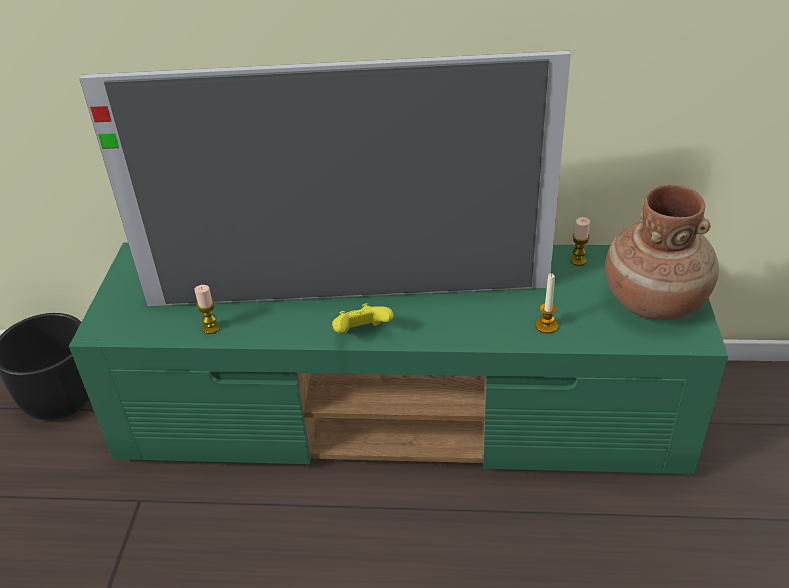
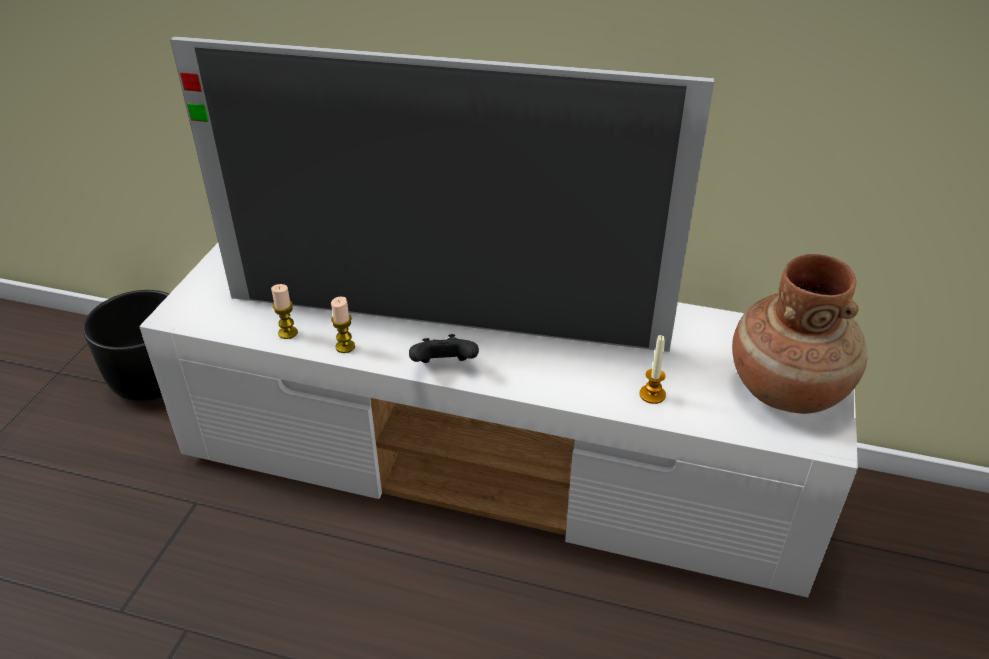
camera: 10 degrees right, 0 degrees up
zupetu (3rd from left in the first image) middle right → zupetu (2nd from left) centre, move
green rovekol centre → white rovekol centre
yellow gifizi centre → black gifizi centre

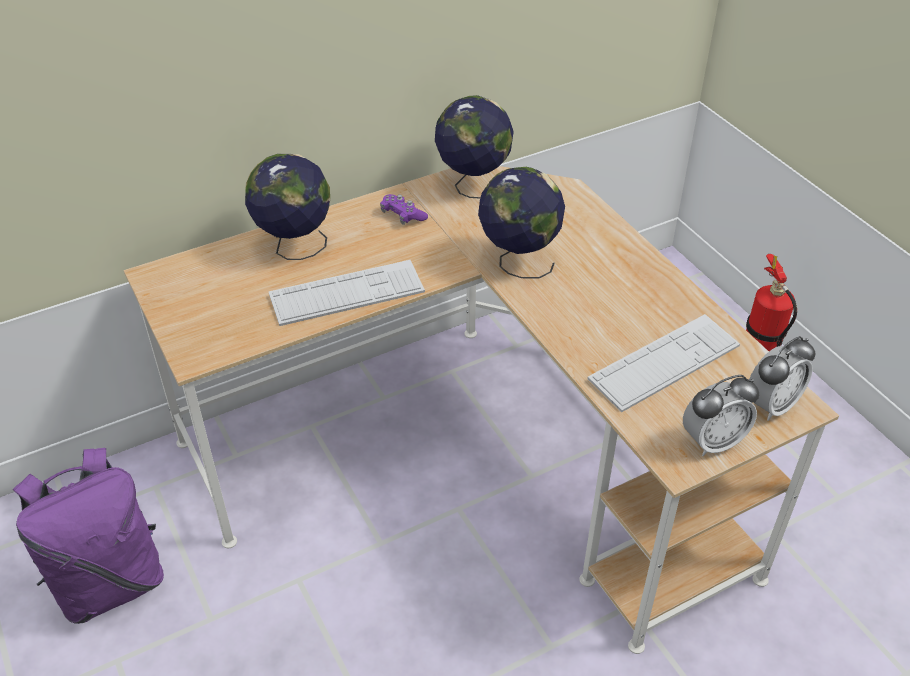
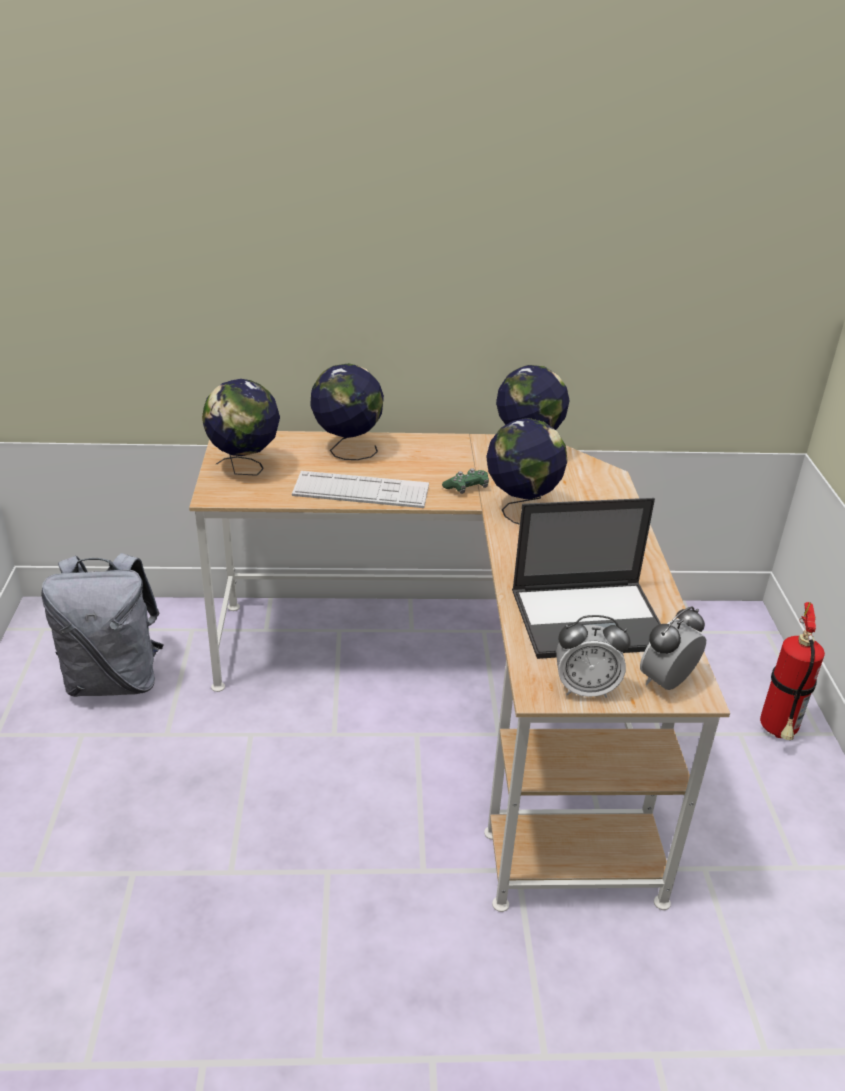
camera: 25 degrees right, 10 degrees down
purple gifizi top centre → -
- → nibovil (1st from left) middle left
- → green gifizi centre
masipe (2nd from left) middle right → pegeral middle right
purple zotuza bottom left → grey zotuza middle left
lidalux (2nd from left) middle right, 150 degrees clockwise

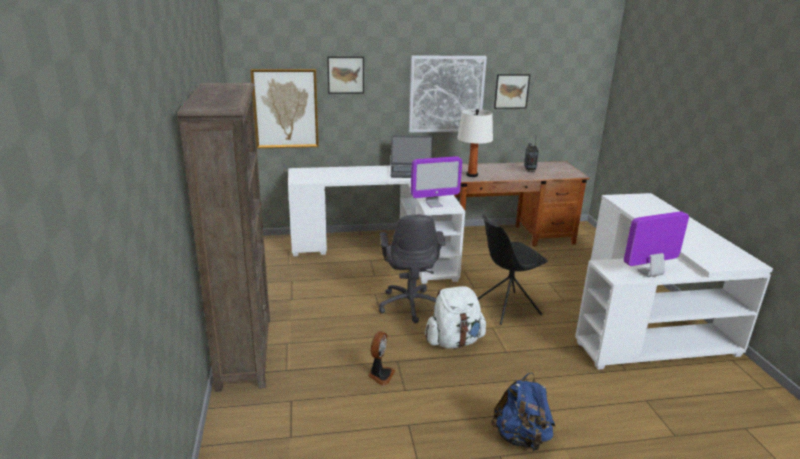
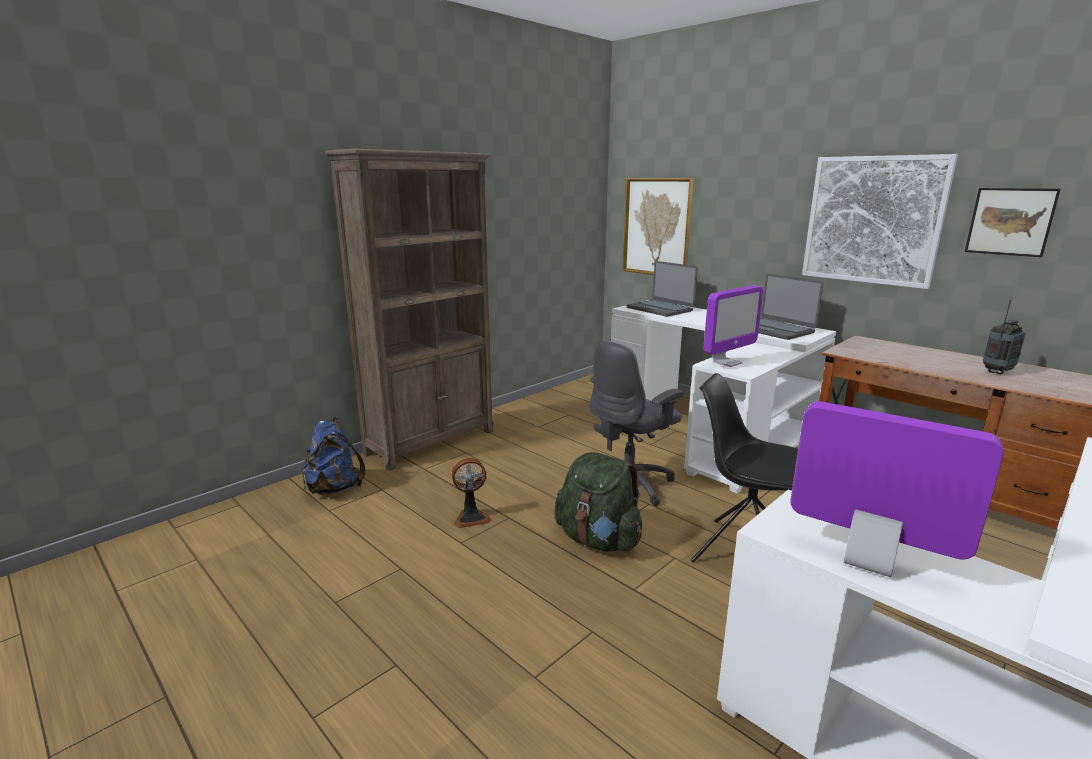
camera: 55 degrees right, 5 degrees down
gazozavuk (2nd from left) top centre → -
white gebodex top centre → -
- → pegeral (1st from left) centre
blue zotuza bottom centre → blue zotuza middle left, move
white zotuza bottom centre → green zotuza centre
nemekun (1st from left) centre → nemekun (1st from left) middle right, 75 degrees counterclockwise

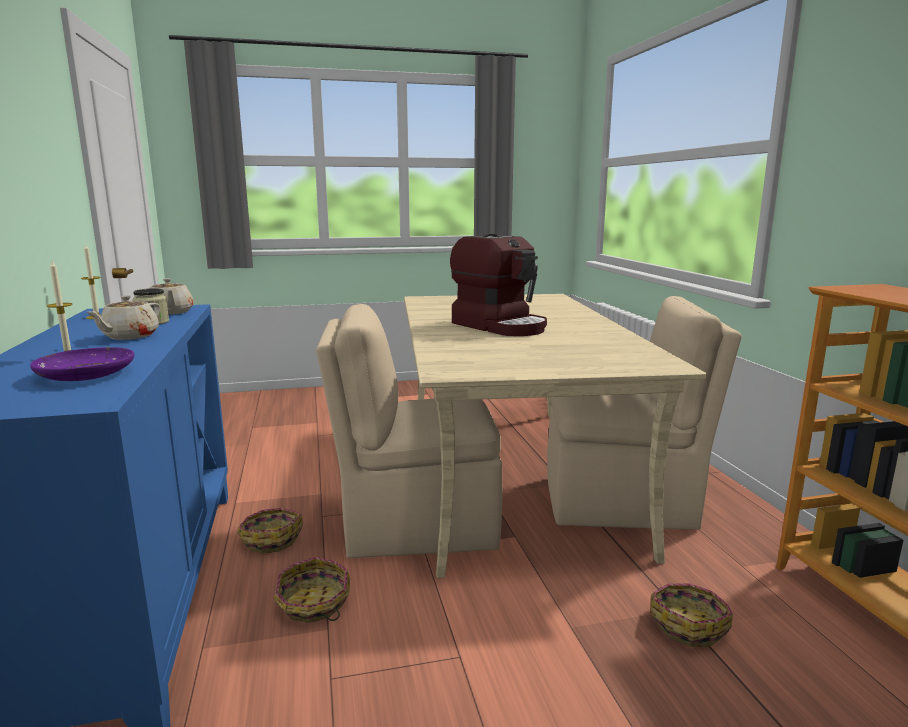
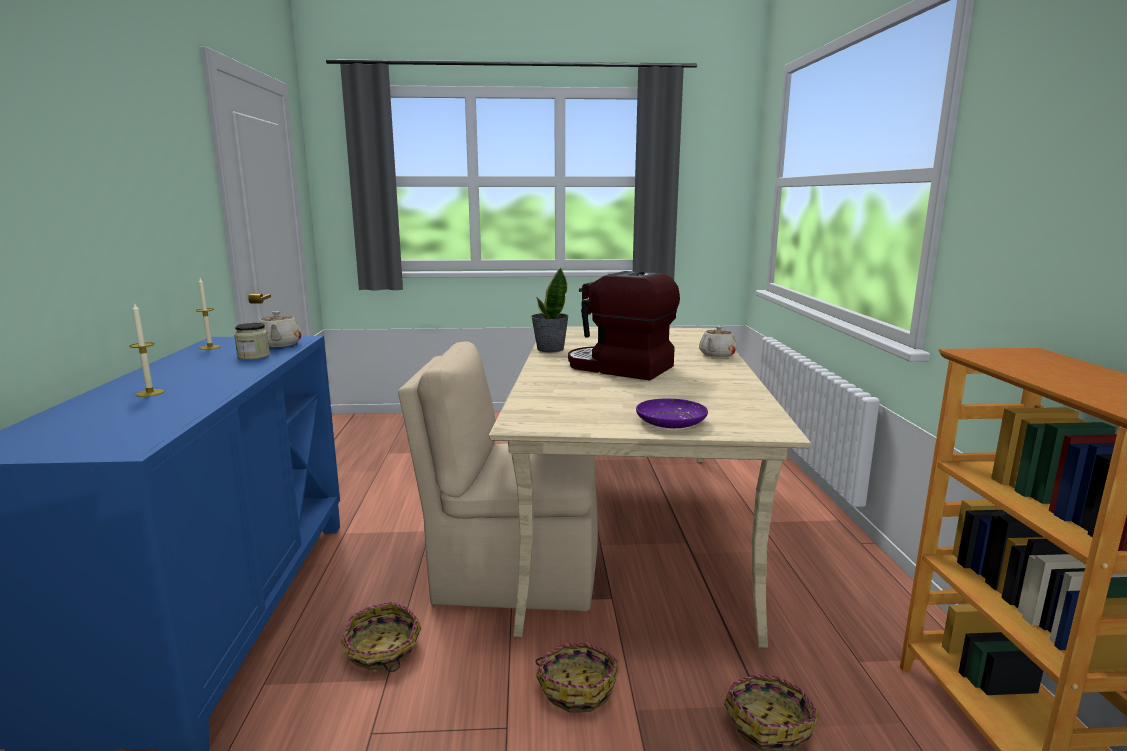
camera: 10 degrees right, 0 degrees up
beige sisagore (2nd from left) middle right → -
- → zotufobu centre
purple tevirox middle left → purple tevirox centre, move
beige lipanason (1st from left in the first image) middle left → beige lipanason (2nd from left) centre, move
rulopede (1st from left in the first image) bottom left → rulopede (2nd from left) bottom centre, move
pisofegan centre, 150 degrees clockwise

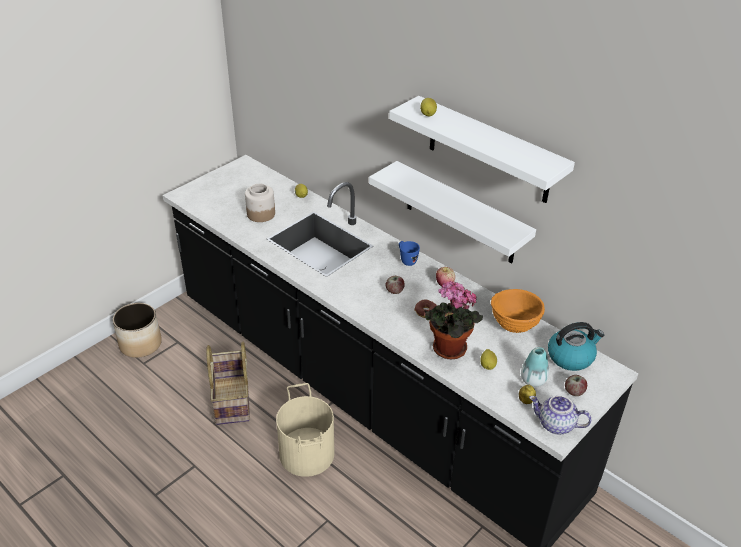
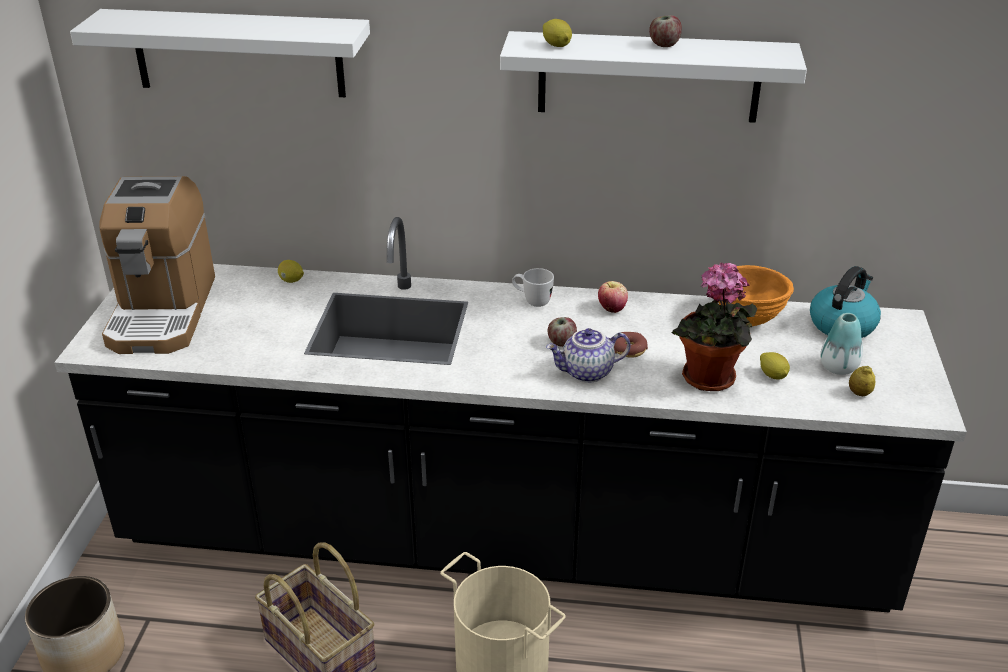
camera: 35 degrees left, 5 degrees down
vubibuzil centre → -
- → pisofegan middle left
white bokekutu (1st from left) centre → white bokekutu (1st from left) top left, move
lipanason bottom right → lipanason centre, move
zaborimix (3rd from left) bottom right → zaborimix (3rd from left) top centre, move
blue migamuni centre → white migamuni centre

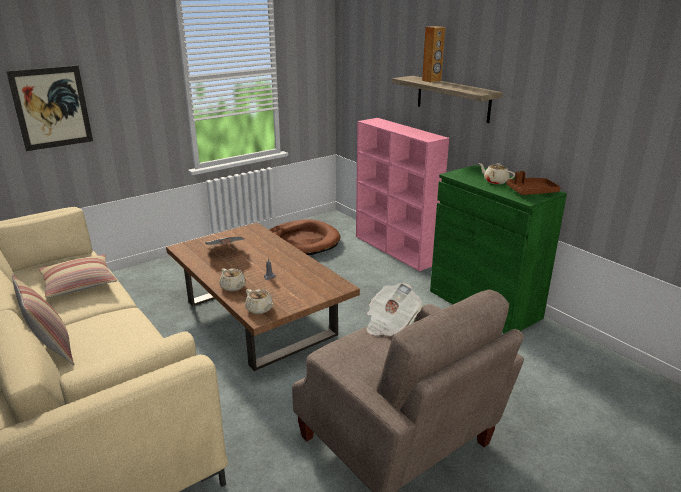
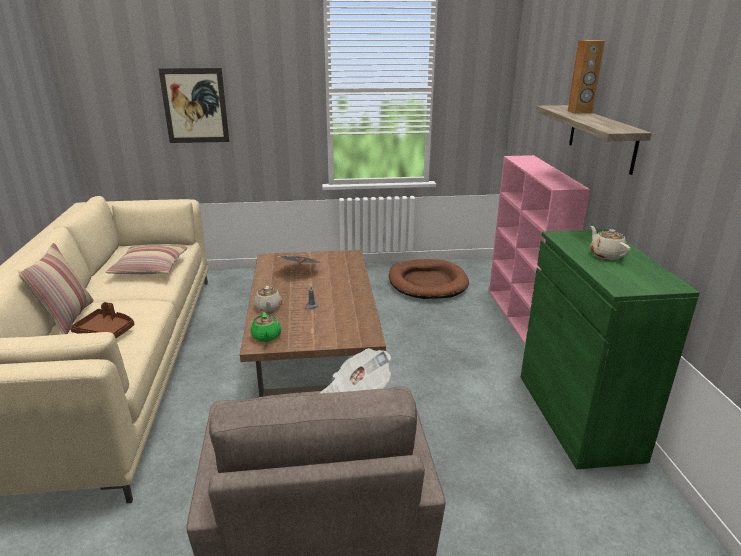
camera: 30 degrees right, 0 degrees up
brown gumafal middle right → brown gumafal middle left, move
beige lipanason (2nd from left) centre → green lipanason centre

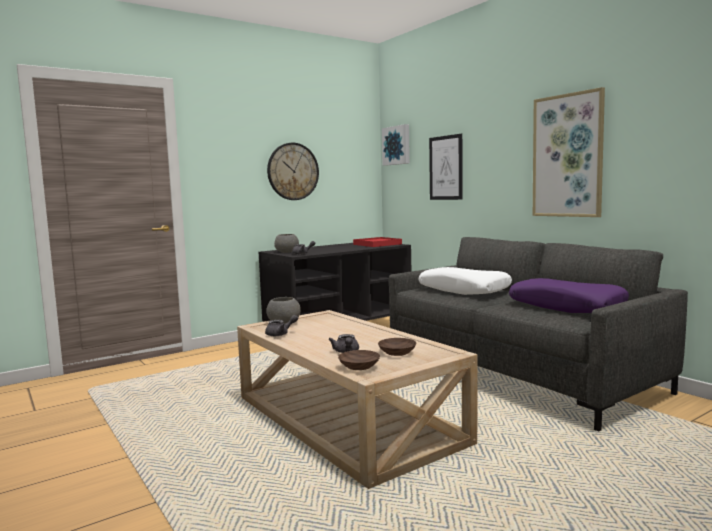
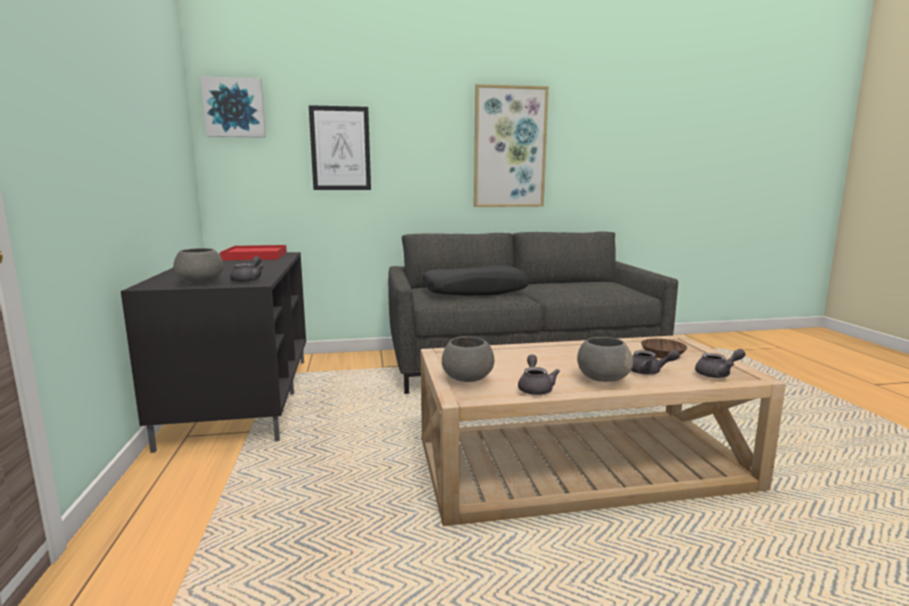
camera: 65 degrees left, 5 degrees up
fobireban top centre → -
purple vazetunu middle right → -
- → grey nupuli (3rd from left) centre
brown nupuli (1st from left) bottom centre → grey lipanason (4th from left) middle right
white vazetunu centre → black vazetunu centre

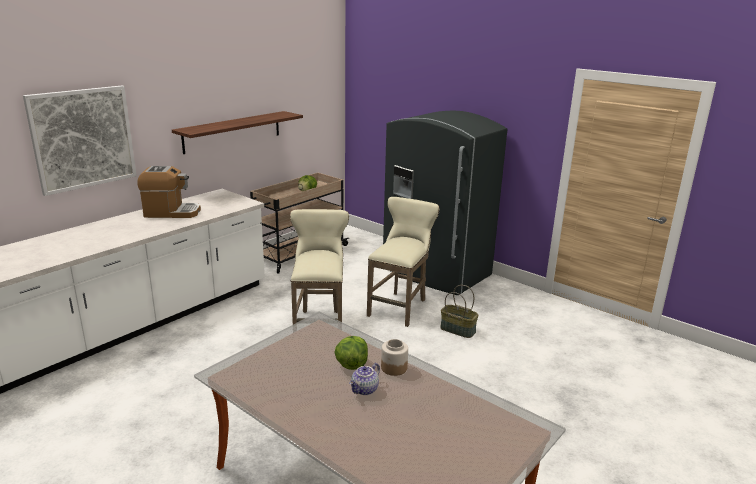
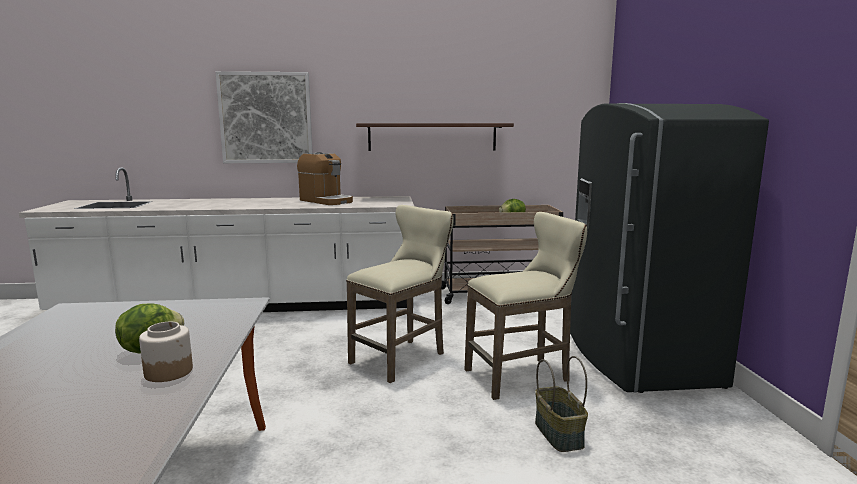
camera: 45 degrees right, 10 degrees down
lipanason bottom centre → -

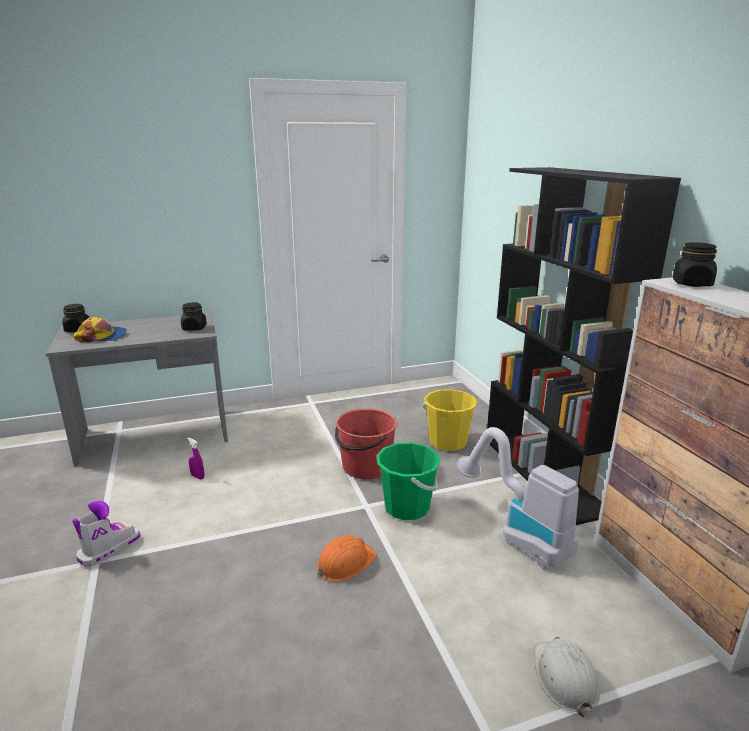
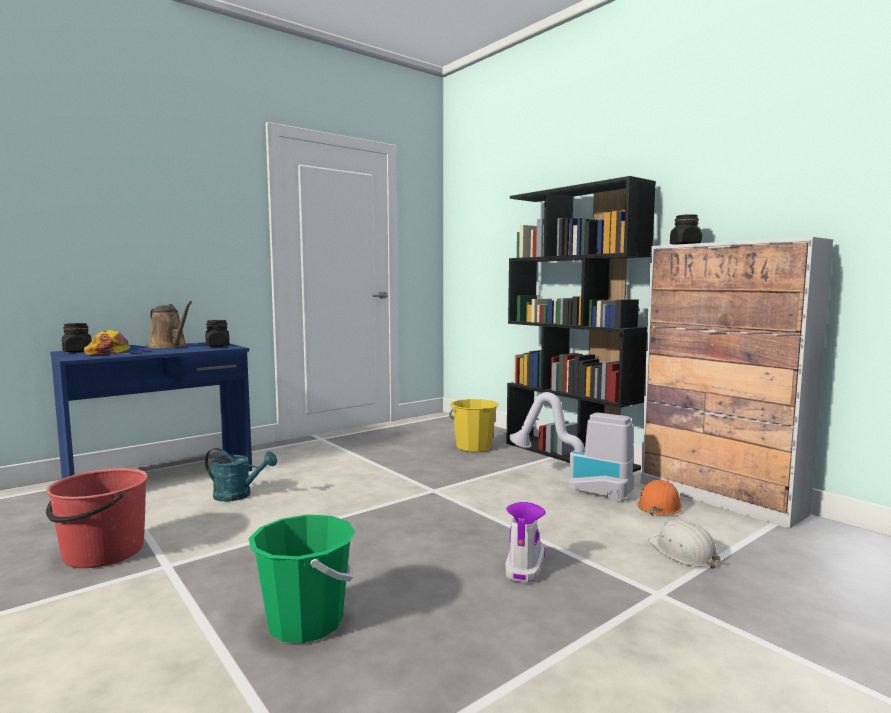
camera: 20 degrees left, 15 degrees down
- → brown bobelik middle left
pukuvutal bottom left → pukuvutal bottom centre, move
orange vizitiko bottom centre → orange vizitiko bottom right, move
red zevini centre → red zevini bottom left, move
green zevini centre → green zevini bottom centre, move
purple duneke middle left → turquoise bobelik middle left
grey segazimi middle left → blue segazimi middle left

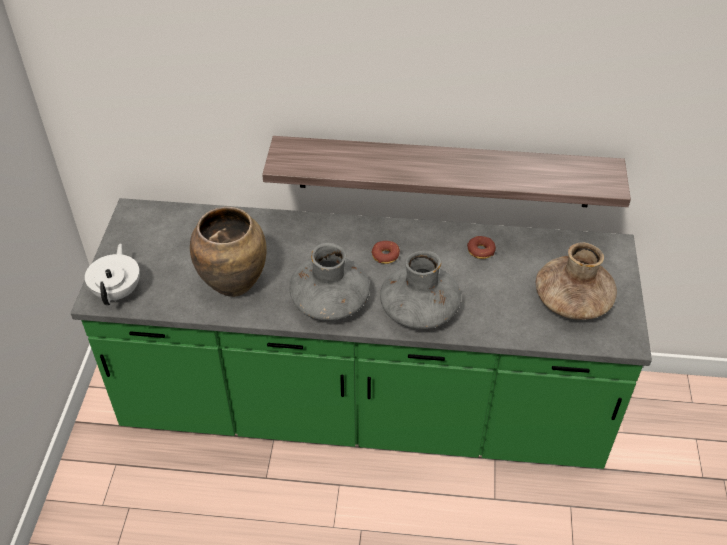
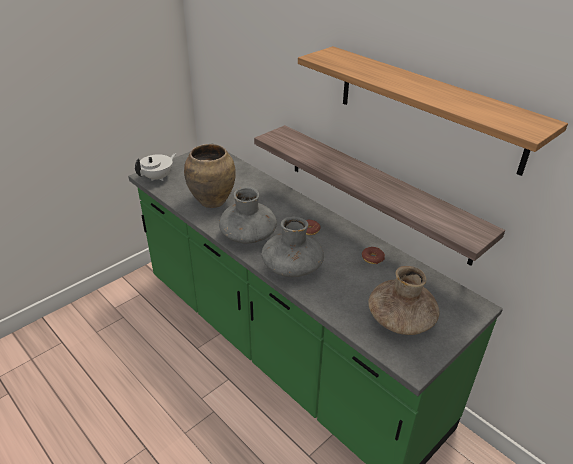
camera: 40 degrees right, 10 degrees down
- → bokekutu (2nd from left) top right

